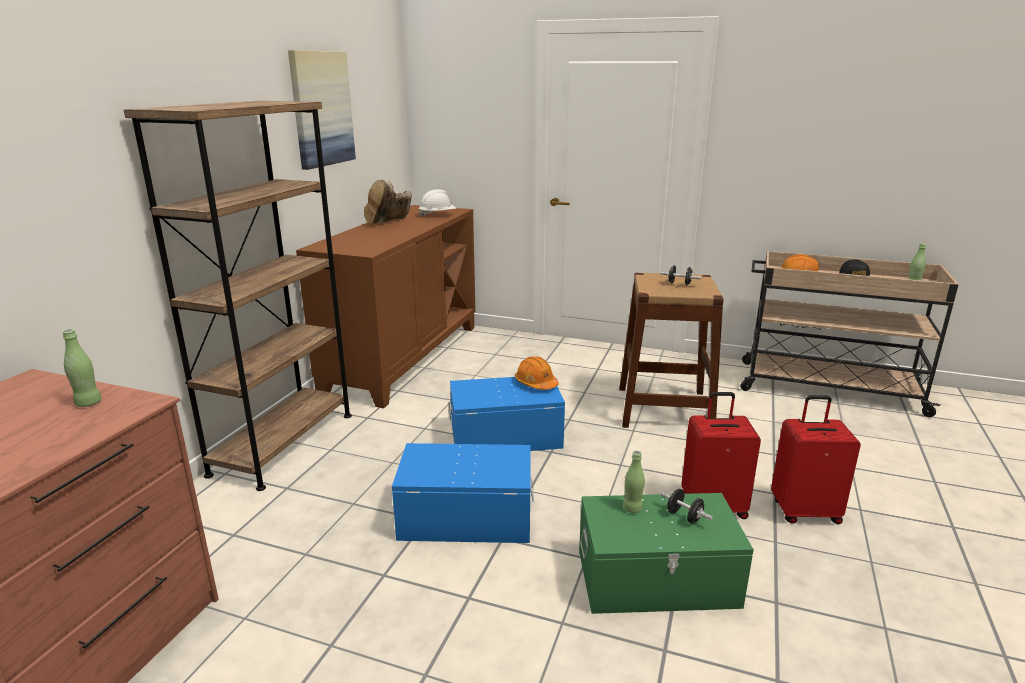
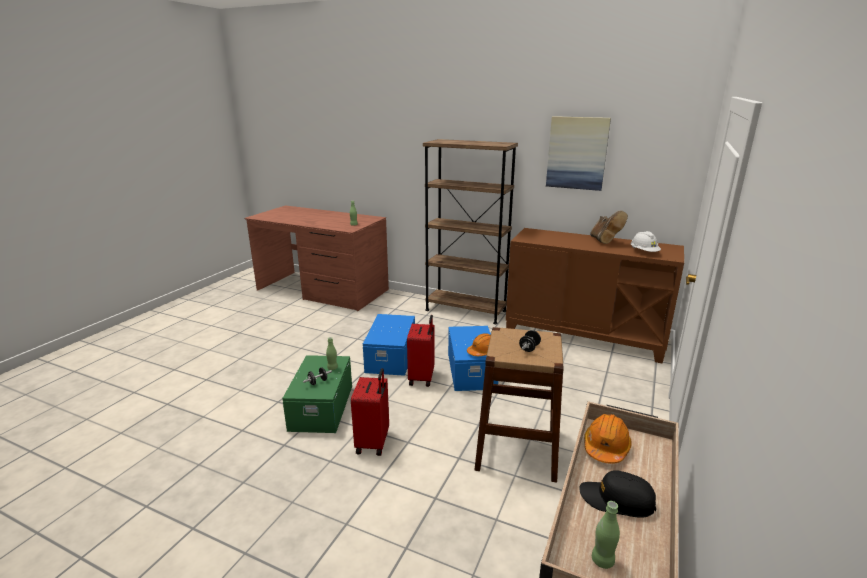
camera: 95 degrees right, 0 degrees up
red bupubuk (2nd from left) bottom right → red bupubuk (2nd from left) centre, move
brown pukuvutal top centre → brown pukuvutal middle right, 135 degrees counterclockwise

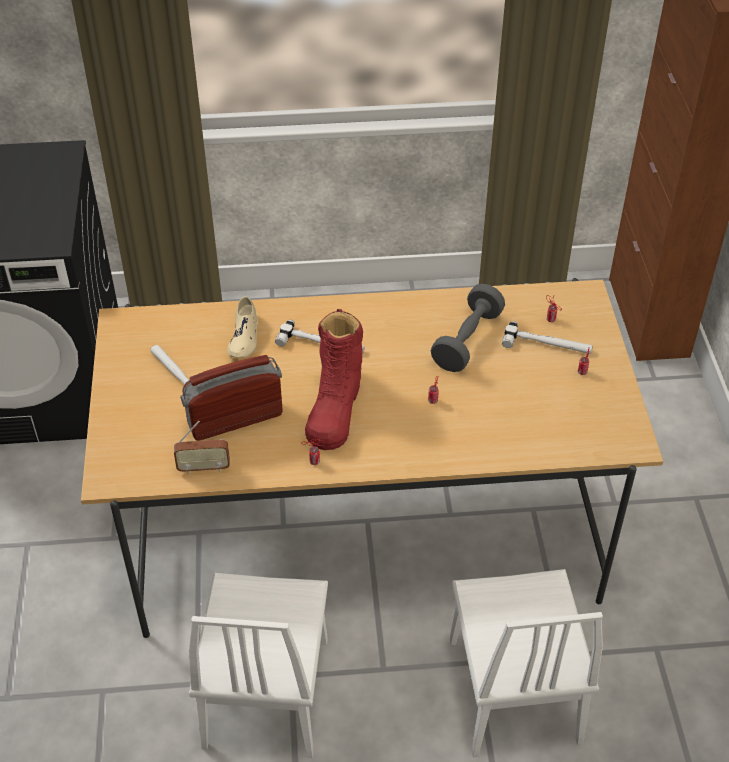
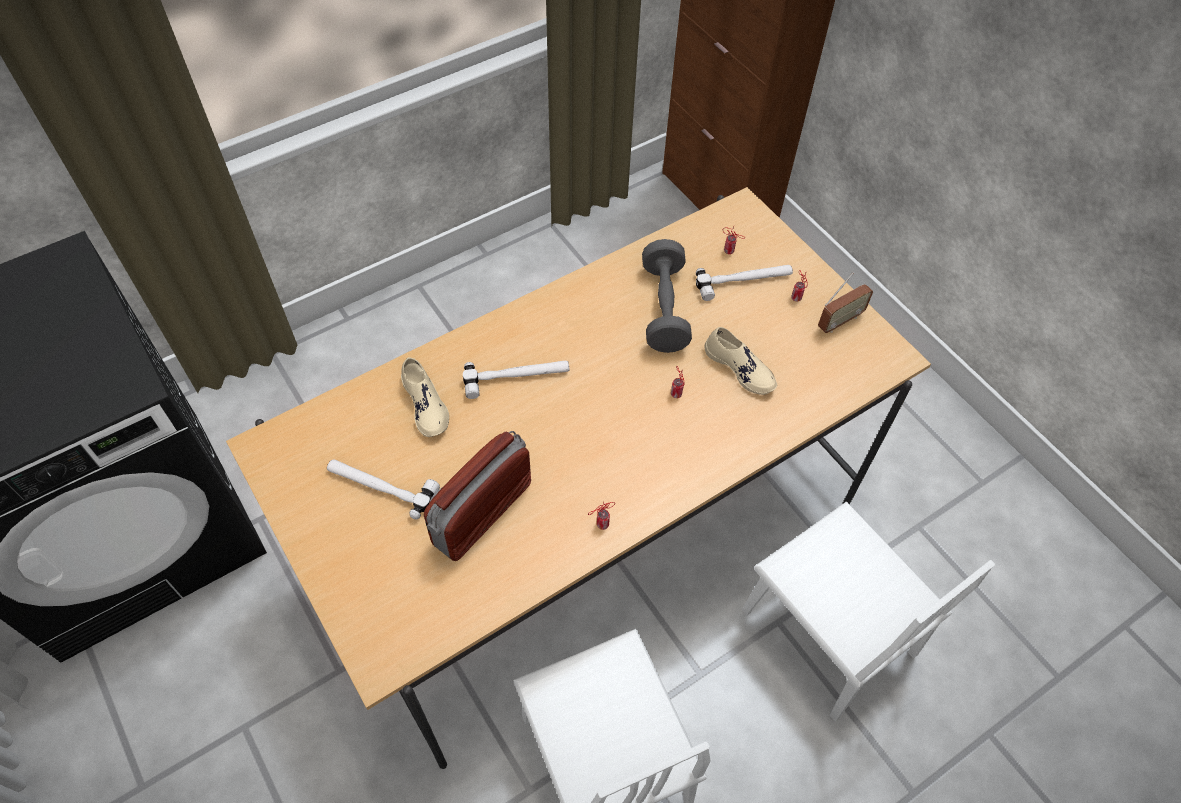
camera: 30 degrees left, 10 degrees up
red pukuvutal centre → -
- → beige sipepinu (2nd from left) centre
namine (1st from left in the first image) middle left → namine (2nd from left) middle right, move

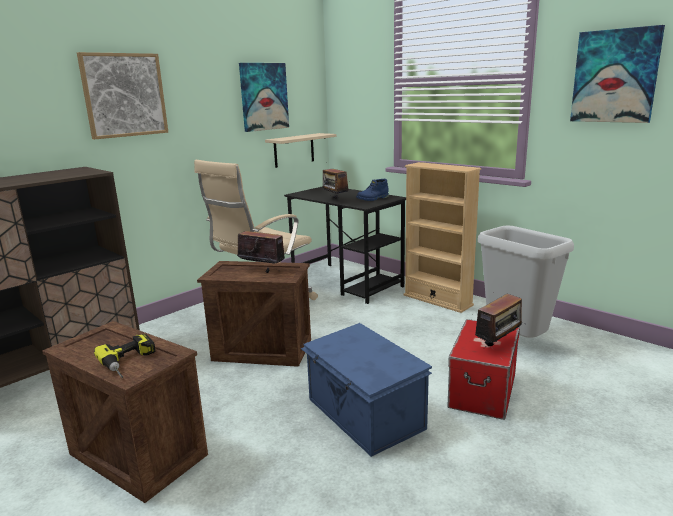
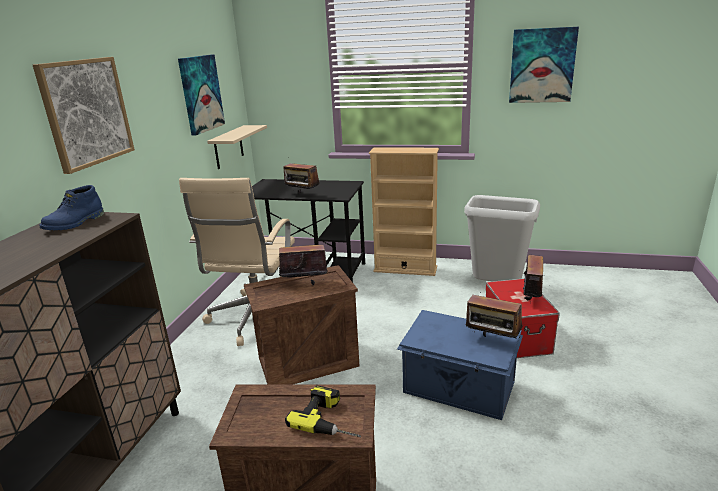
camera: 30 degrees left, 5 degrees up
- → namine (3rd from left) middle right
blue pukuvutal centre → blue pukuvutal middle left, move

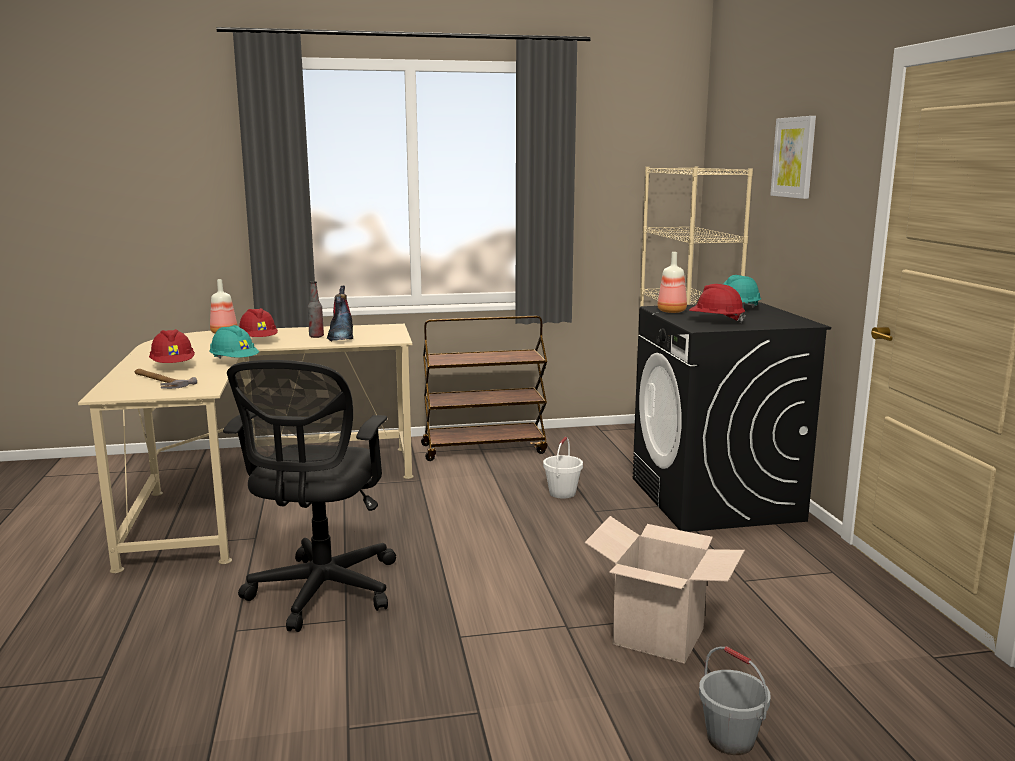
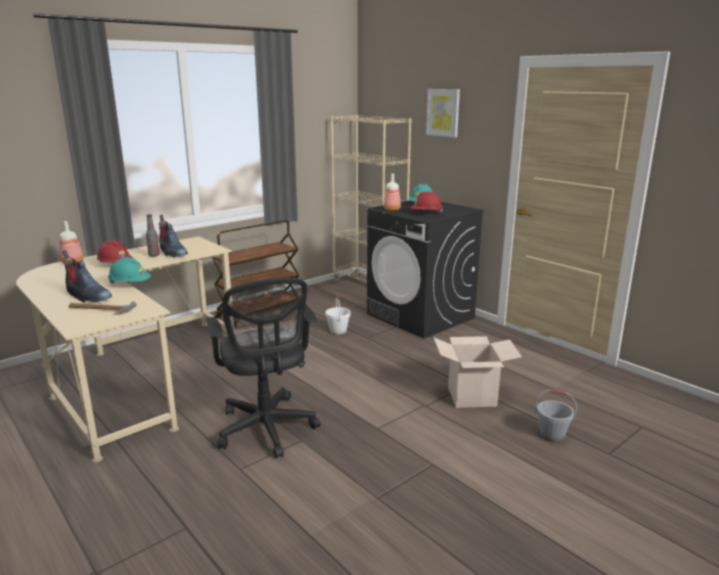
camera: 30 degrees left, 5 degrees up
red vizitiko (1st from left) middle left → pukuvutal (1st from left) middle left

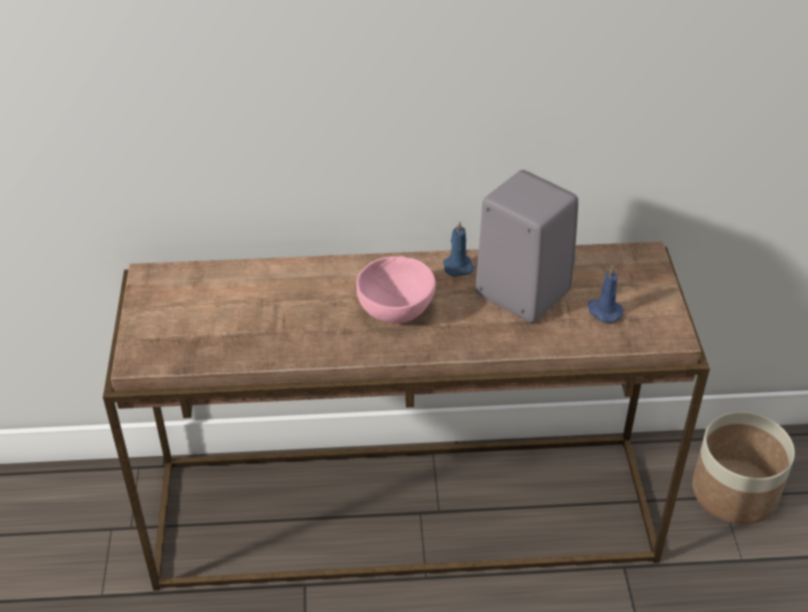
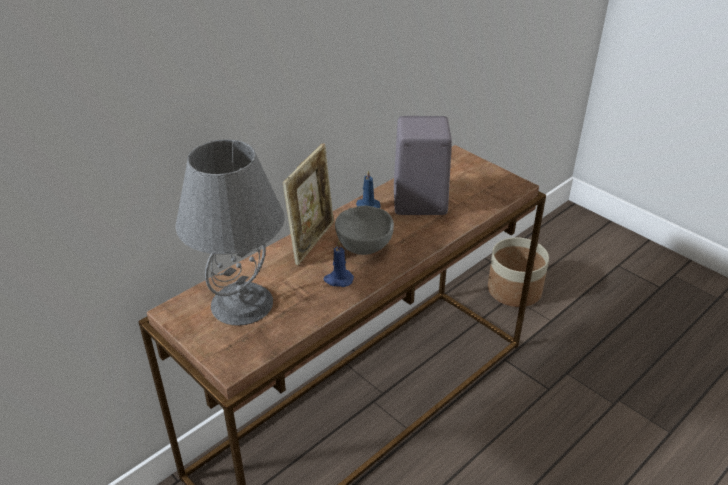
camera: 40 degrees left, 5 degrees down
- → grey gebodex middle left
- → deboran centre
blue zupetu (2nd from left in the first image) middle right → blue zupetu (1st from left) centre, move
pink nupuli centre → grey nupuli centre

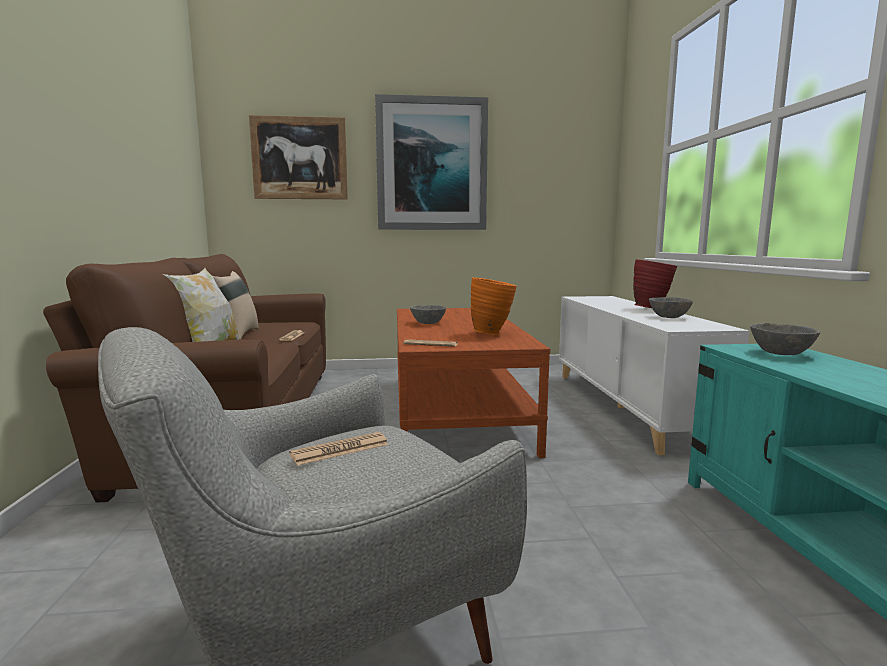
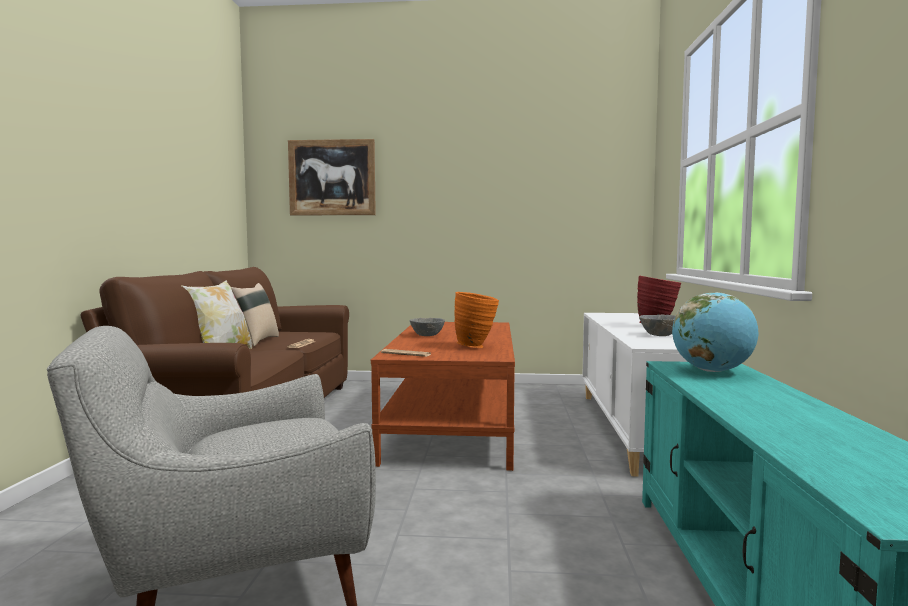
camera: 10 degrees right, 5 degrees down
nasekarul (2nd from left) bottom centre → -
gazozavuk (2nd from left) top centre → -
grey nupuli (3rd from left) middle right → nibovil middle right

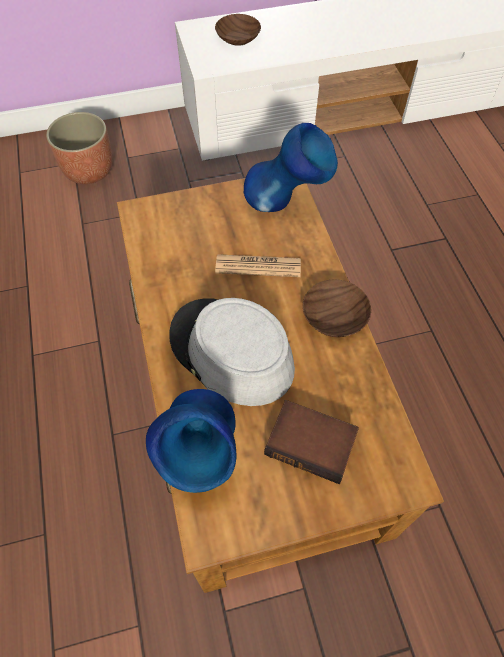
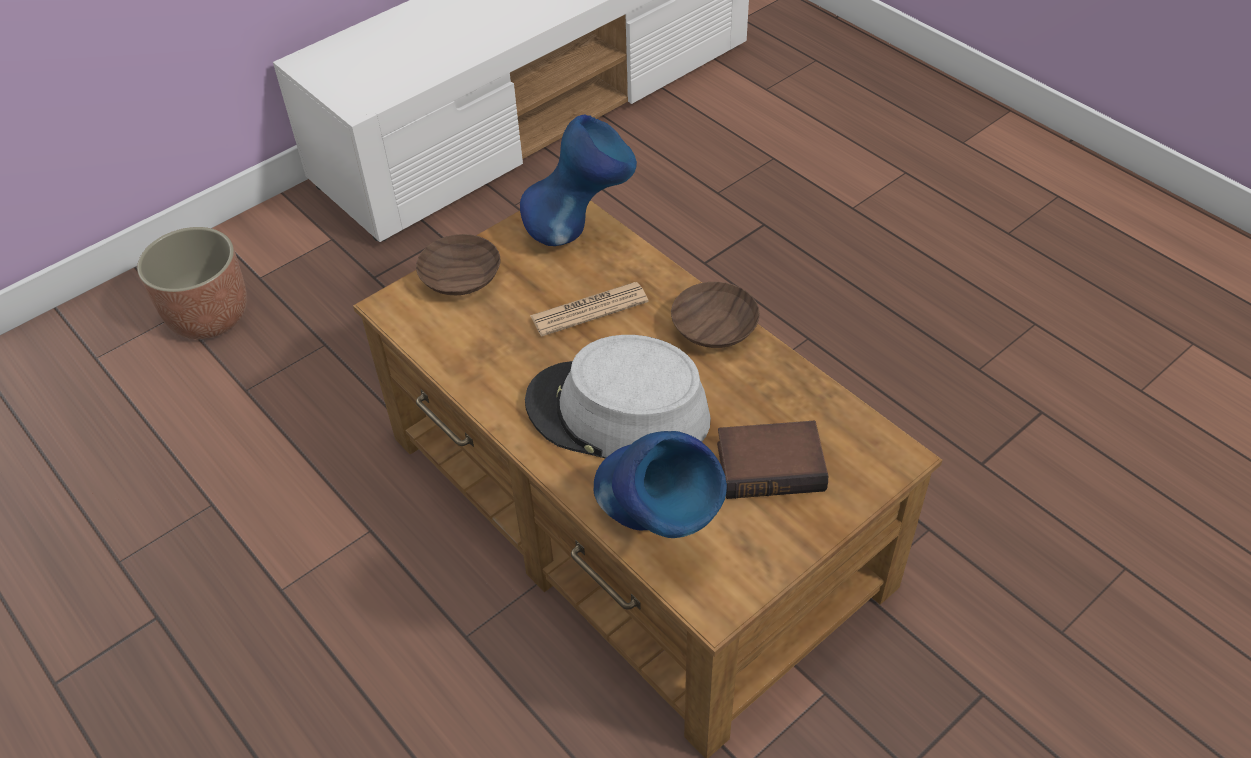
camera: 25 degrees left, 10 degrees down
brown nupuli (1st from left) top centre → brown nupuli (1st from left) centre, move

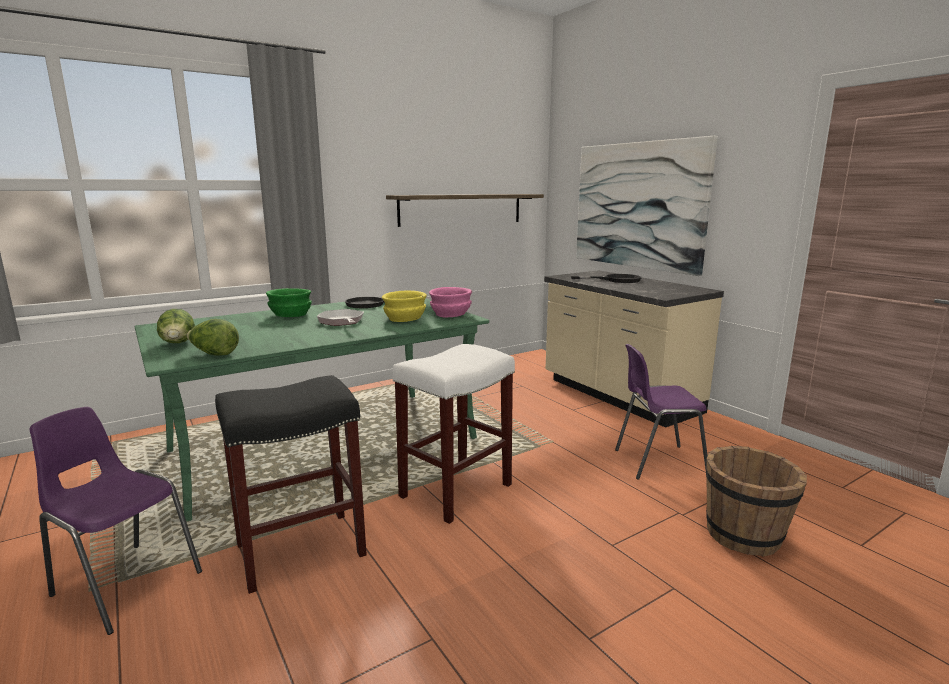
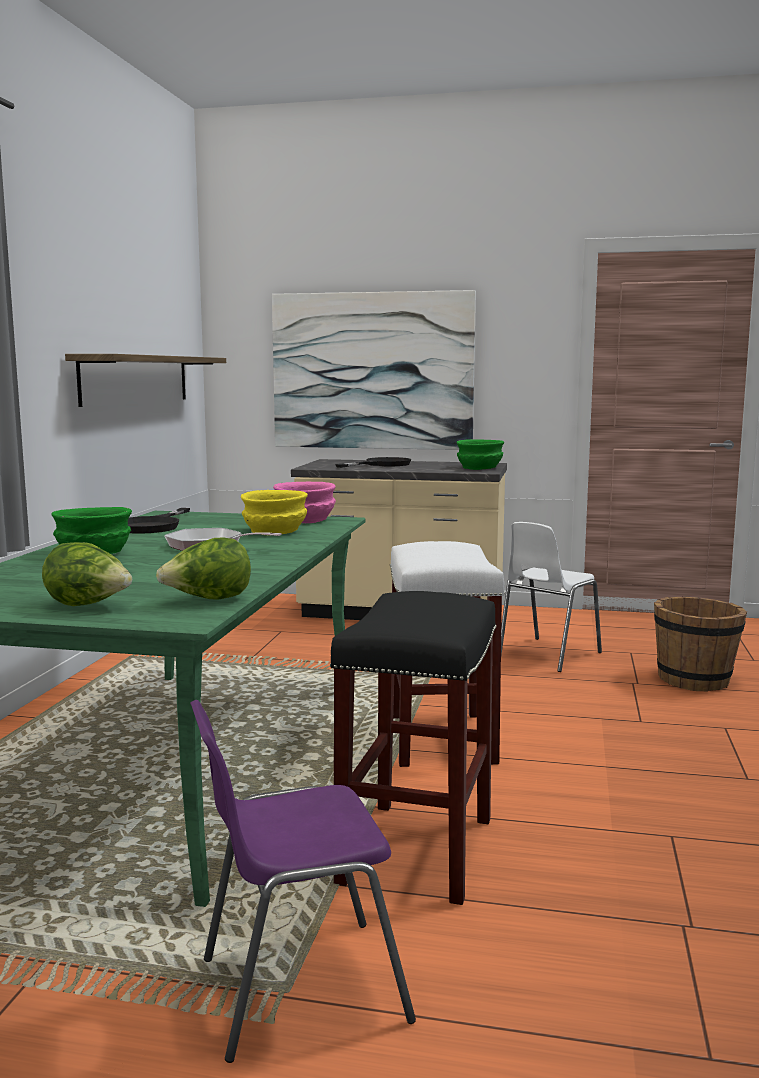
camera: 45 degrees left, 5 degrees down
- → green nupuli (2nd from left) centre
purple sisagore (2nd from left) middle right → white sisagore middle right

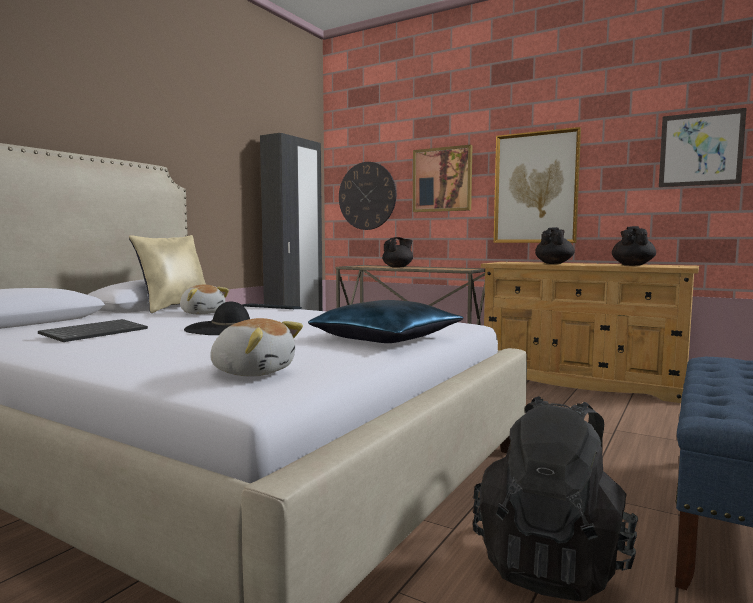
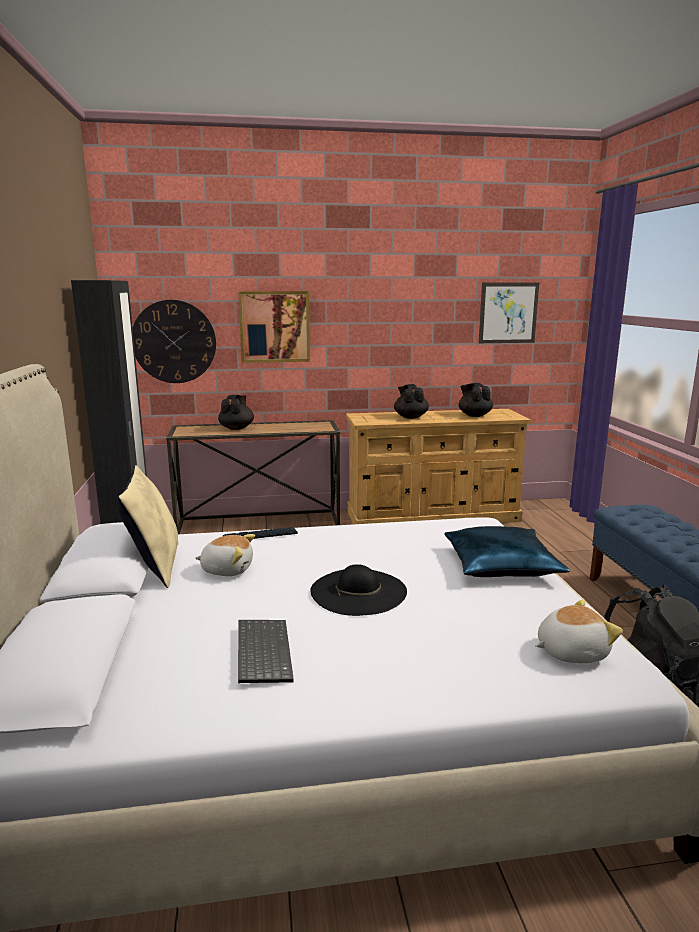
camera: 40 degrees left, 10 degrees up
gazozavuk (2nd from left) top right → -

